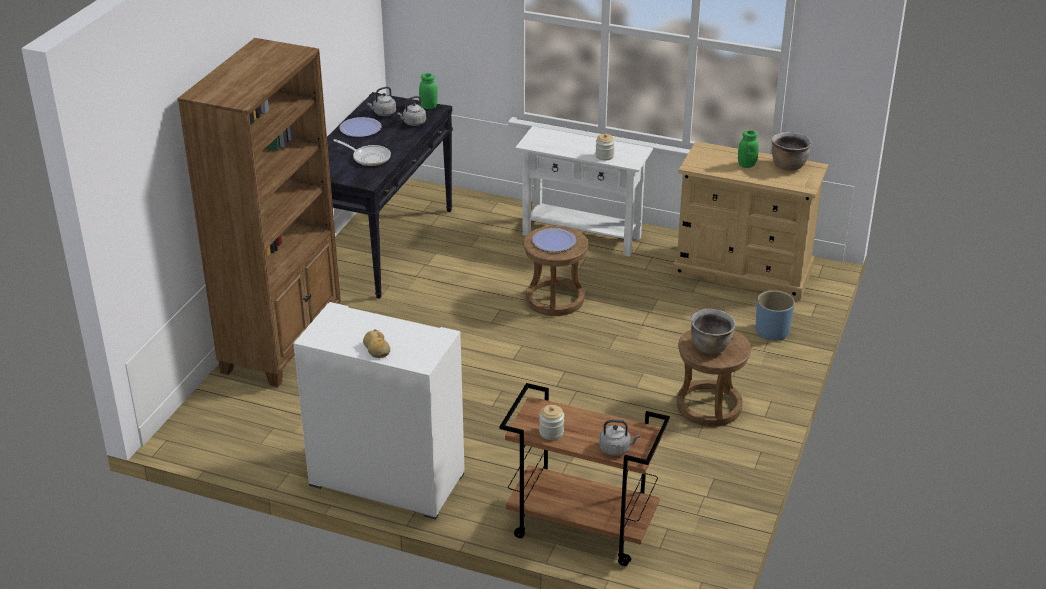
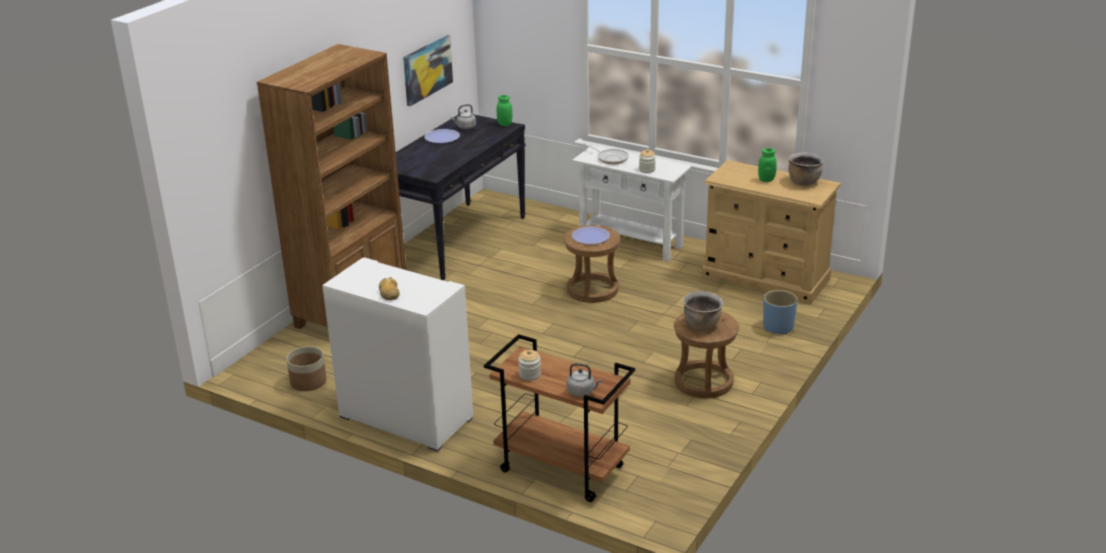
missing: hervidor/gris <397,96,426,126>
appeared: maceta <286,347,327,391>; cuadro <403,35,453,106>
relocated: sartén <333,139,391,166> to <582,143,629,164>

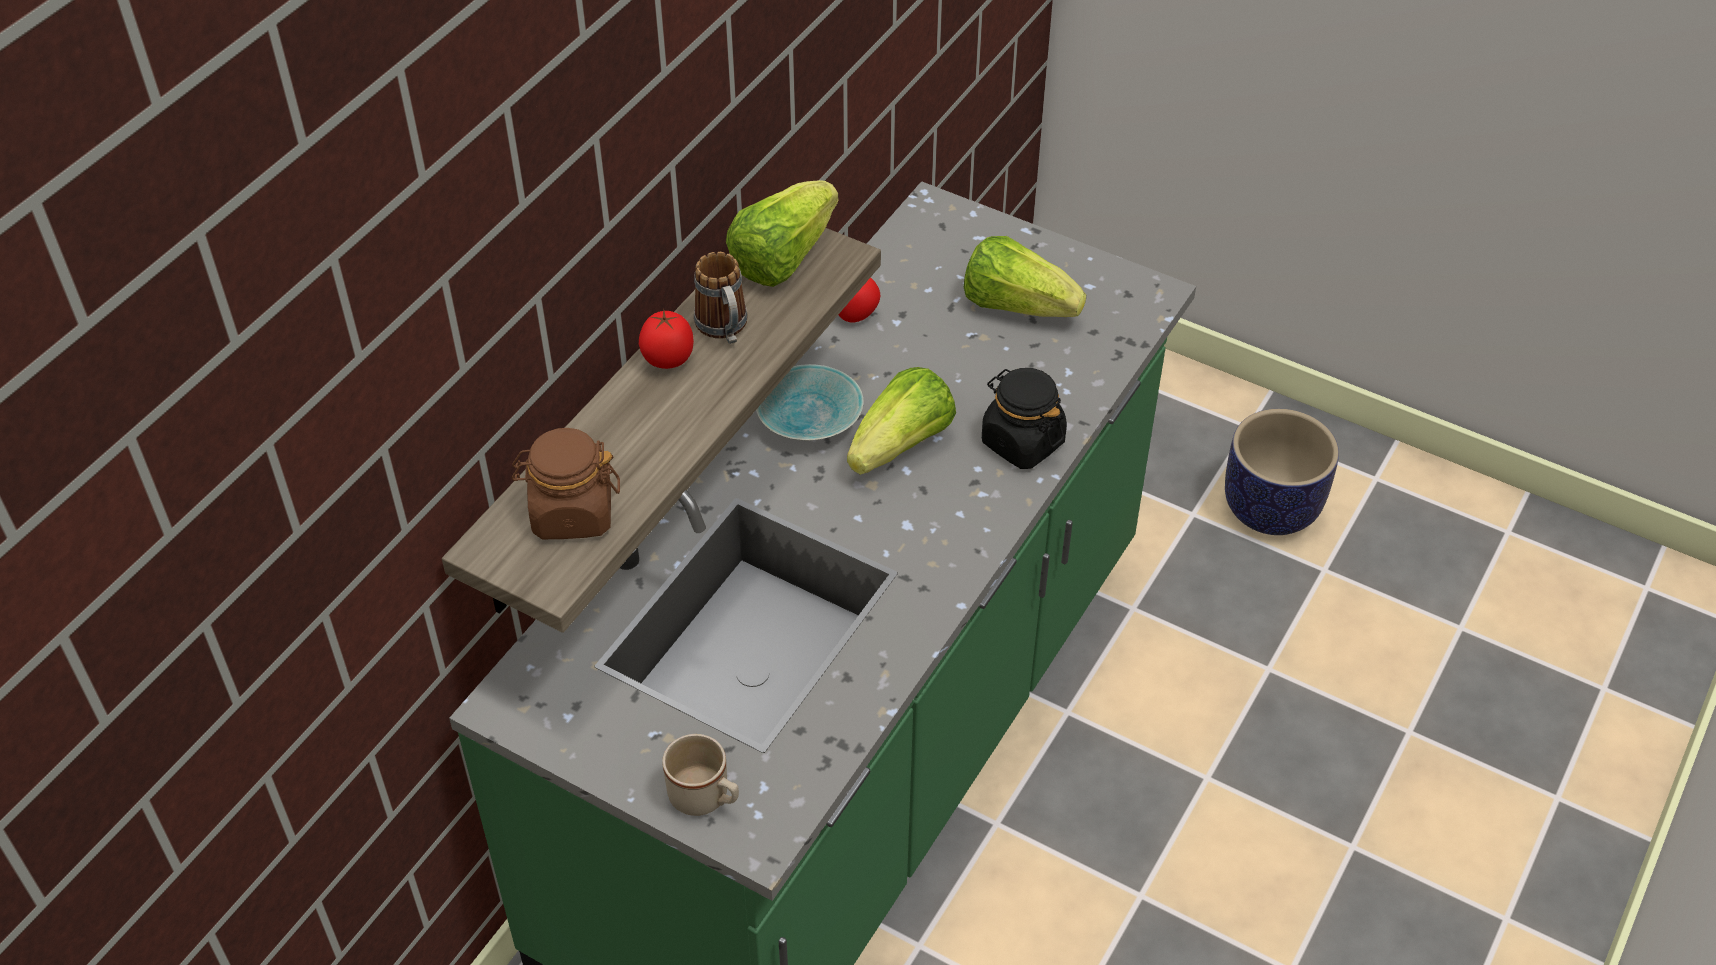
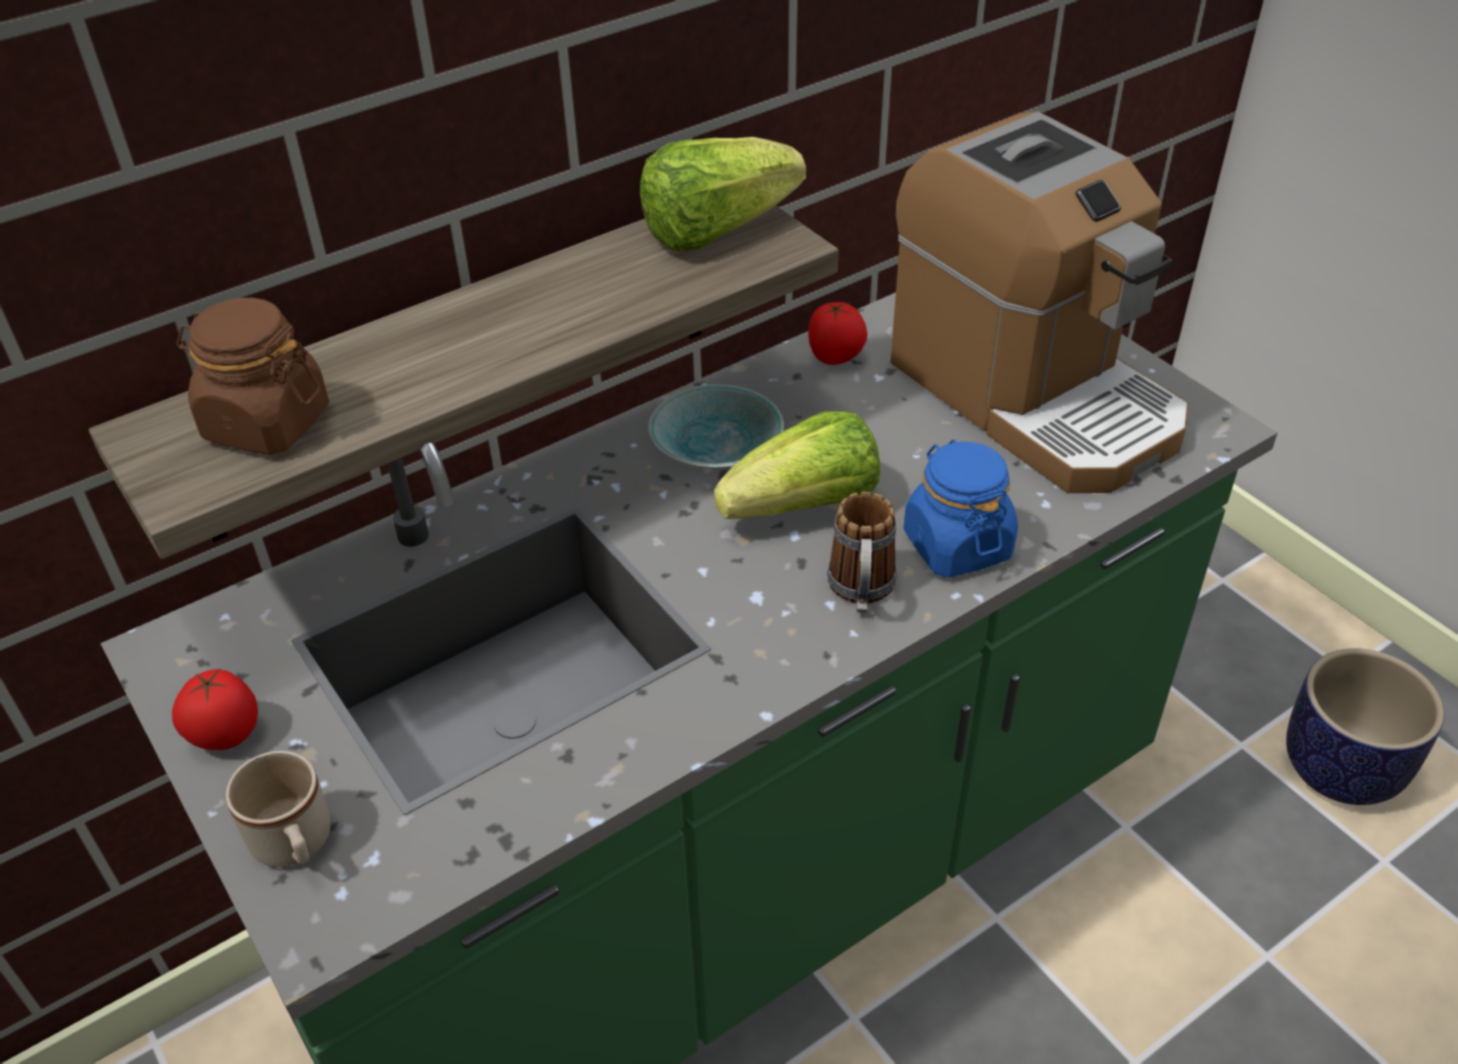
relocated: tomate <639,309,694,369> to <172,669,258,750>; taza grande <694,252,748,344> to <827,492,897,613>
exchanged: lechuga <964,236,1086,317> to cafetera <890,112,1189,493>
colour: tarro/negro <982,368,1067,469> to tarro/azul <904,439,1018,578>

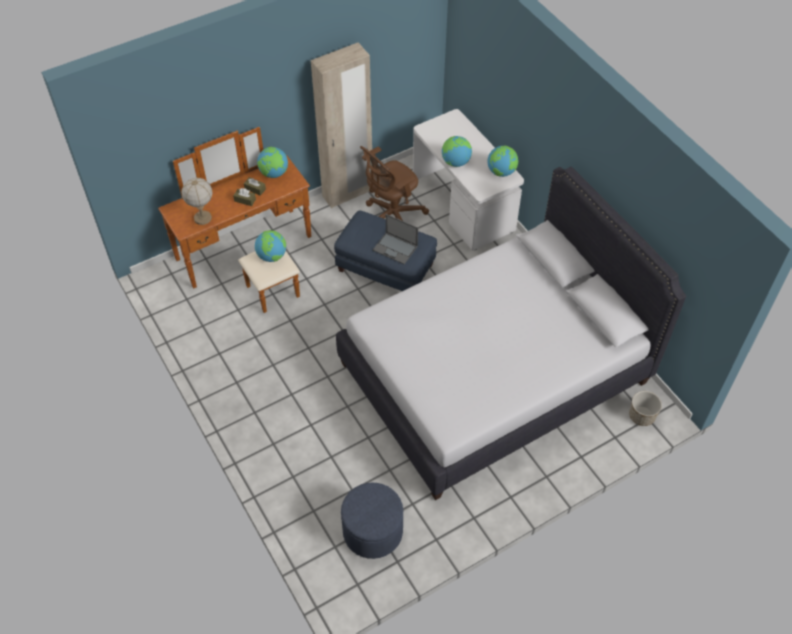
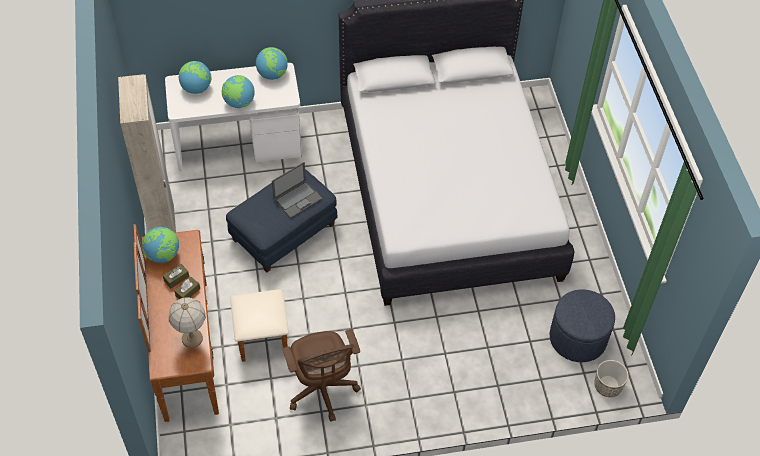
relocated: globo terráqueo <255,230,286,262> to <179,61,211,94>; silla de oficina/marrón <360,146,429,221> to <283,329,361,422>; maceta <629,391,662,426> to <594,360,629,397>

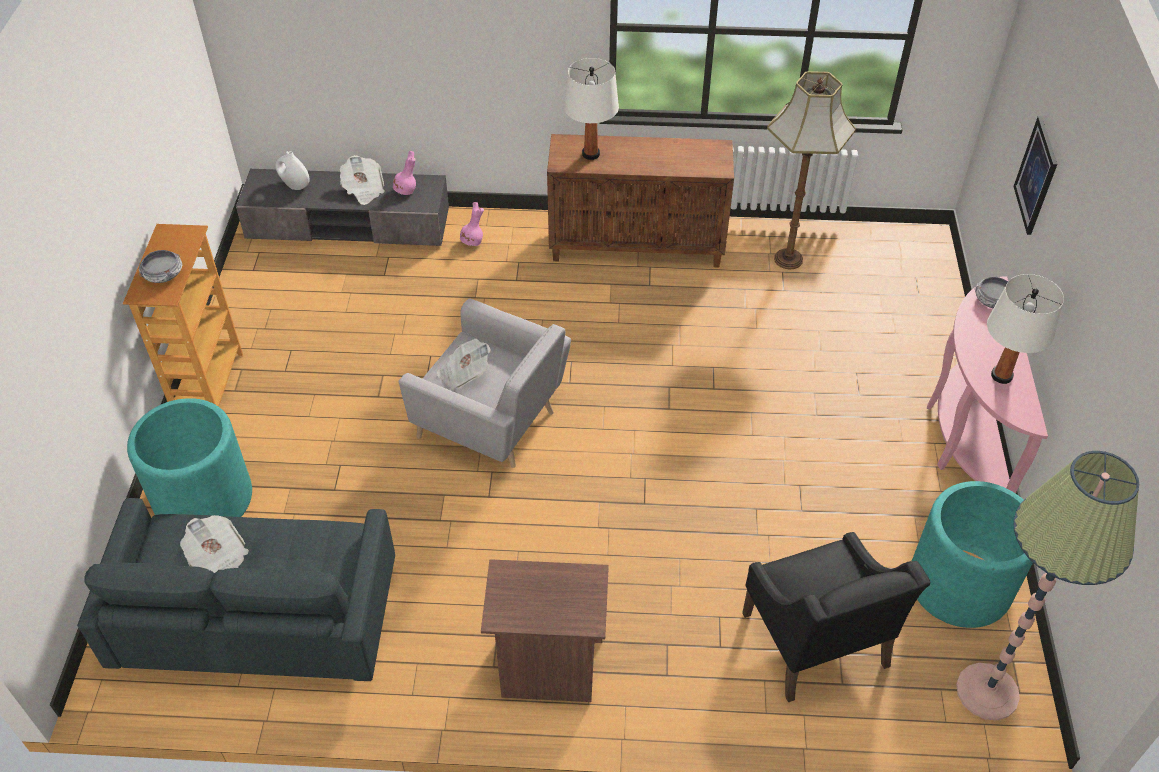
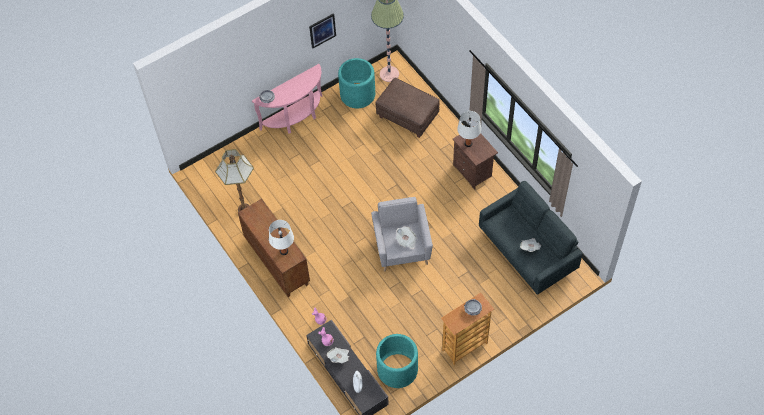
relocated: maceta/turquesa <127,398,252,517> to <376,334,418,388>; lámpara de mesa/blanco <987,274,1064,384> to <457,111,481,147>; cuadro <1013,116,1057,235> to <309,13,336,49>
exchanged: sillón/negro <742,532,930,702> to puf/marrón <376,77,440,138>

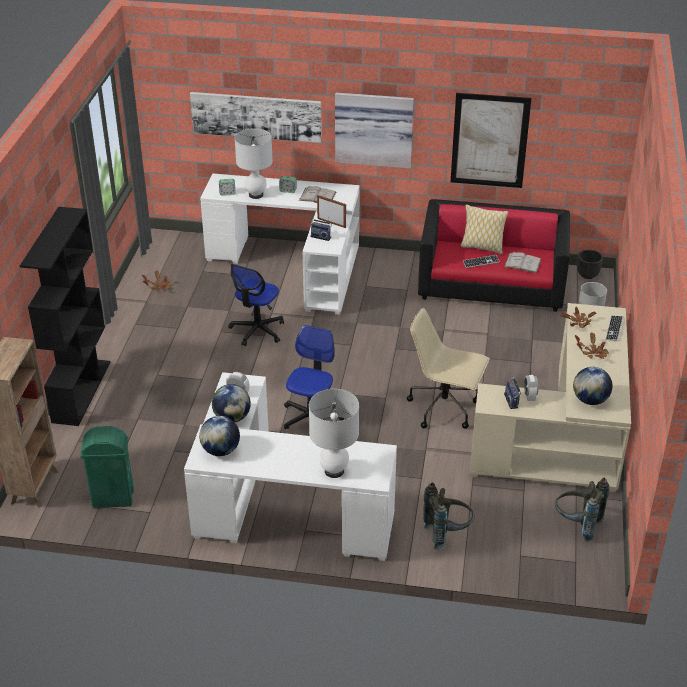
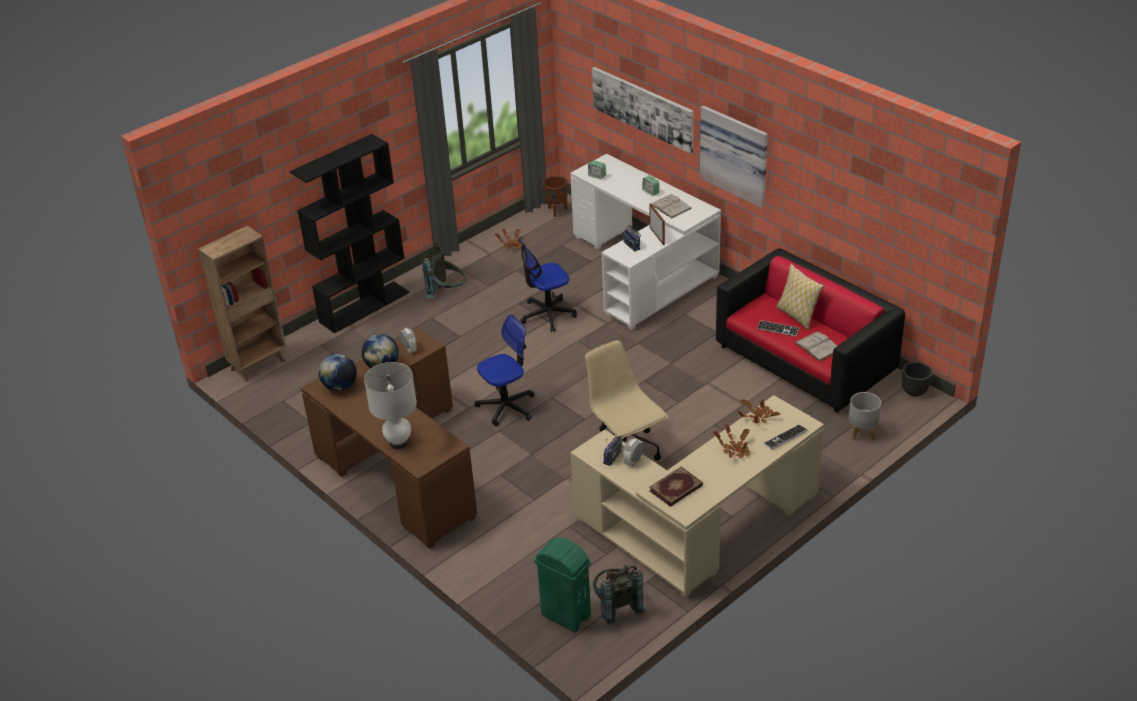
missing: lámpara de mesa/blanco <235,128,273,199>; cuadro <451,93,531,188>
appeared: maceta/marrón <543,176,567,217>
relocated: papelera/verde <80,426,134,508> to <534,537,591,632>; mochila/gris <423,482,474,550> to <422,243,466,298>
exchanged: globo terráqueo <573,367,612,405> to libro <649,467,703,507>
colour: escritorio/blanco <184,372,397,561> to escritorio/marrón <301,328,477,549>

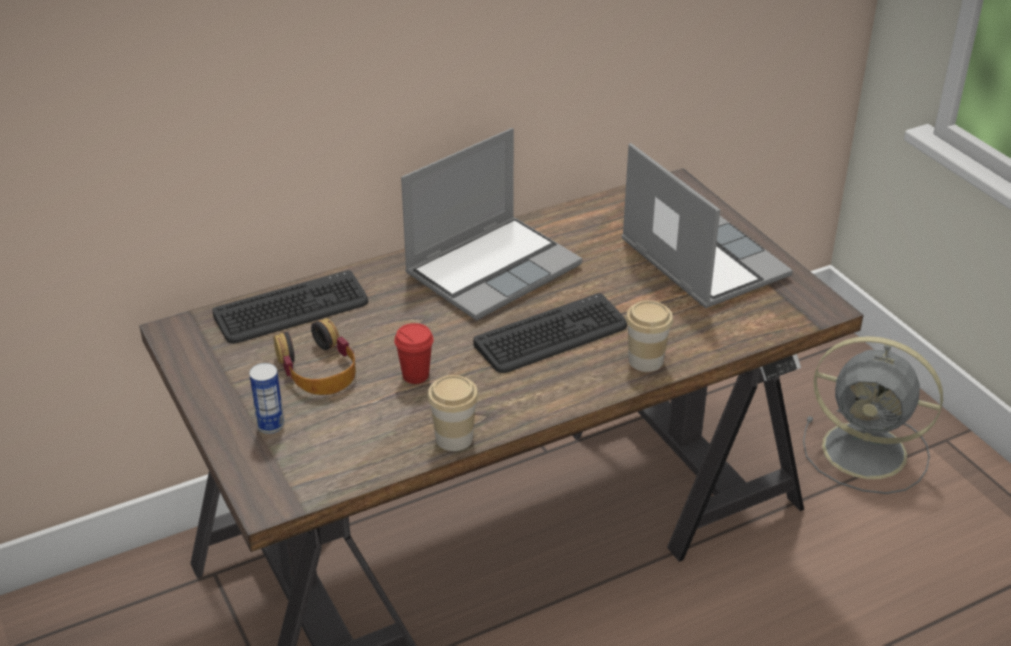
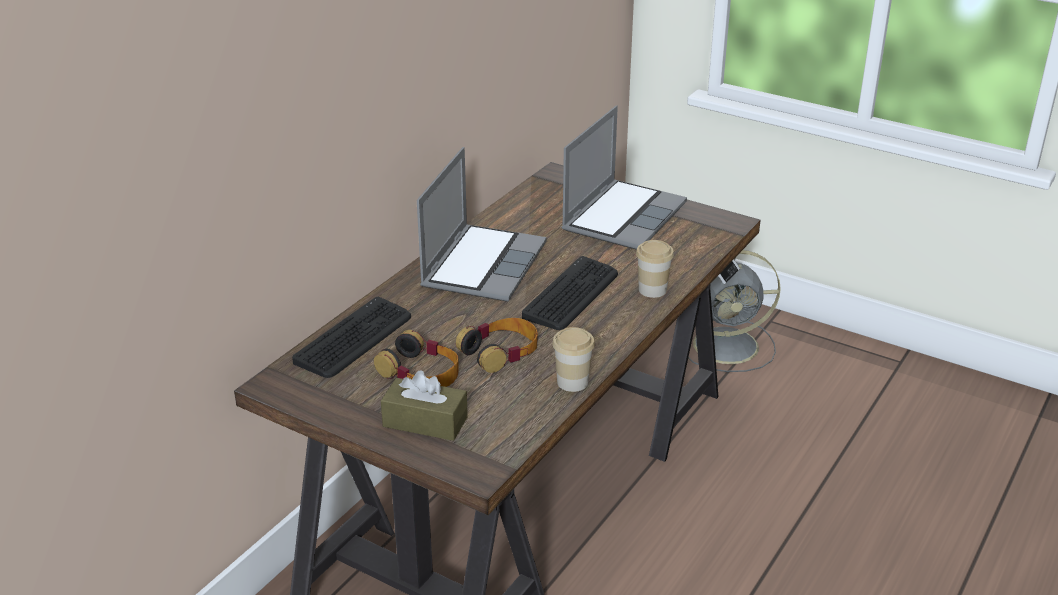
exchanged: lata <249,363,284,434> to caja de pañuelos/marrón <381,370,468,441>; taza/rojo <394,323,434,384> to auriculares <456,318,538,373>
spun: portátil <622,143,793,308> = <562,106,687,250> 90 degrees clockwise

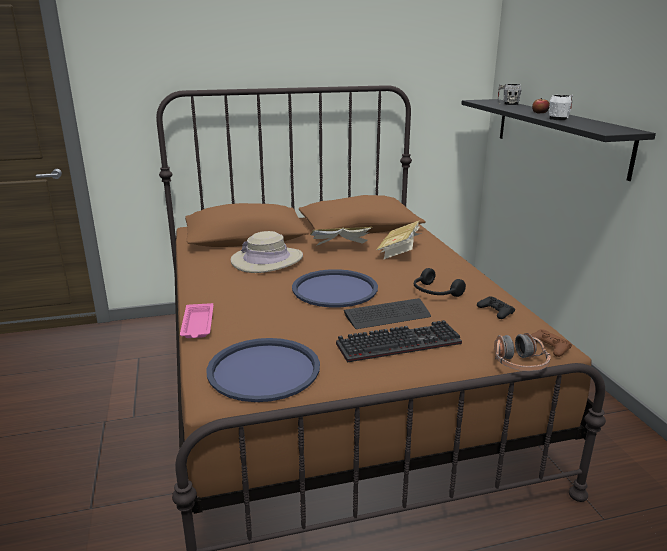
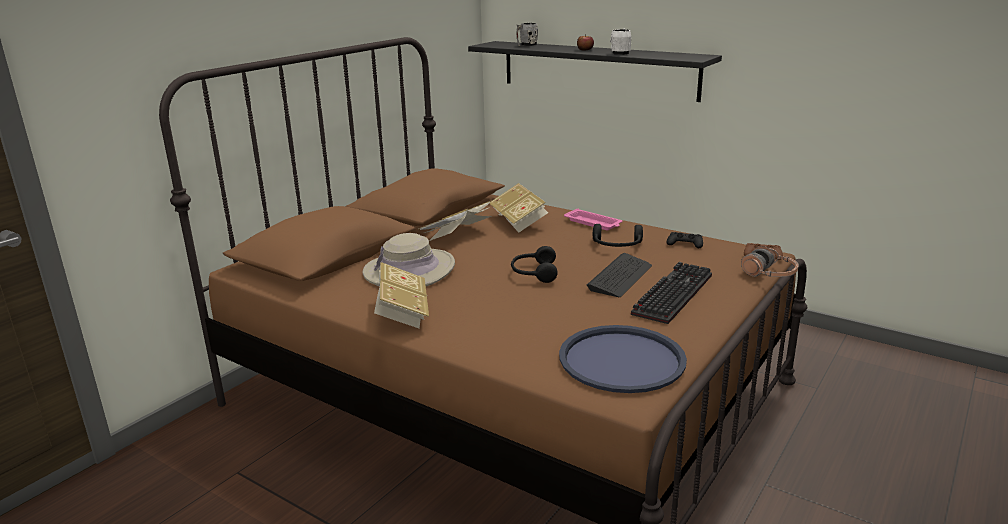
appeared: libro <374,262,429,328>
relocated: bandeja/rosa <180,303,214,338> to <564,209,622,230>
exchanged: bandeja/azul <292,269,378,308> to auriculares/negro <511,246,557,283>

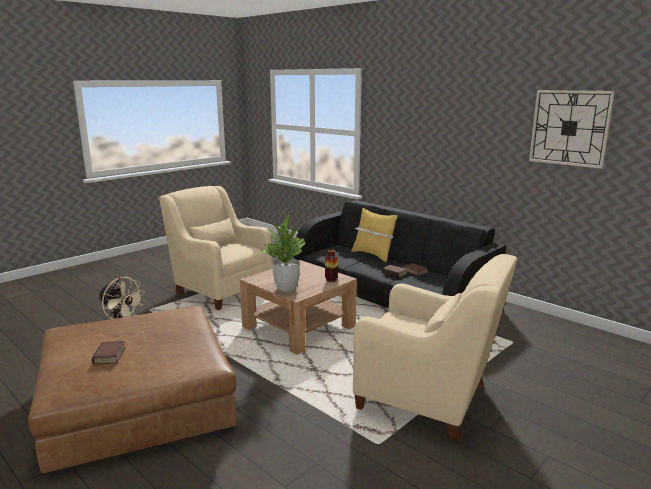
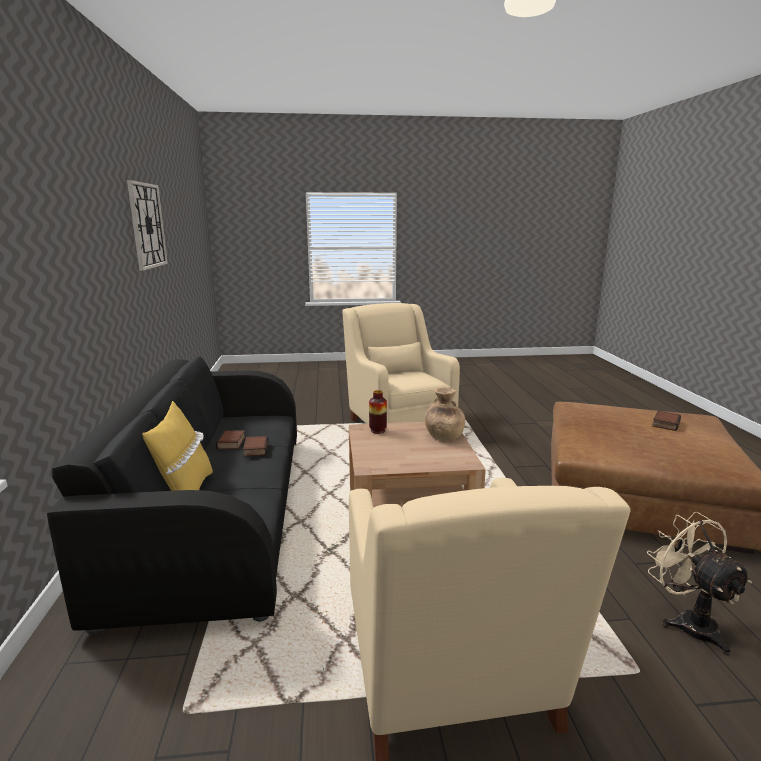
exchanged: planta en maceta <259,215,305,292> to florero/marrón <425,388,465,440>

